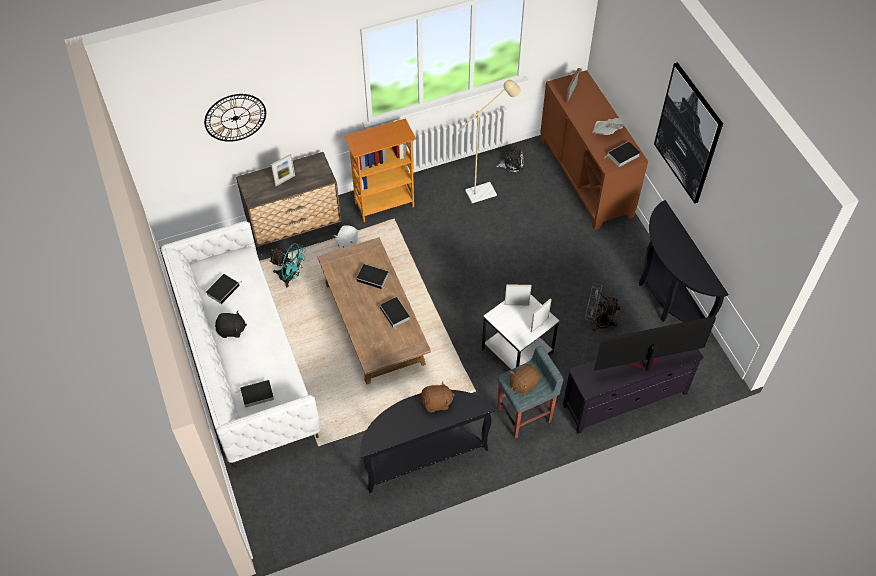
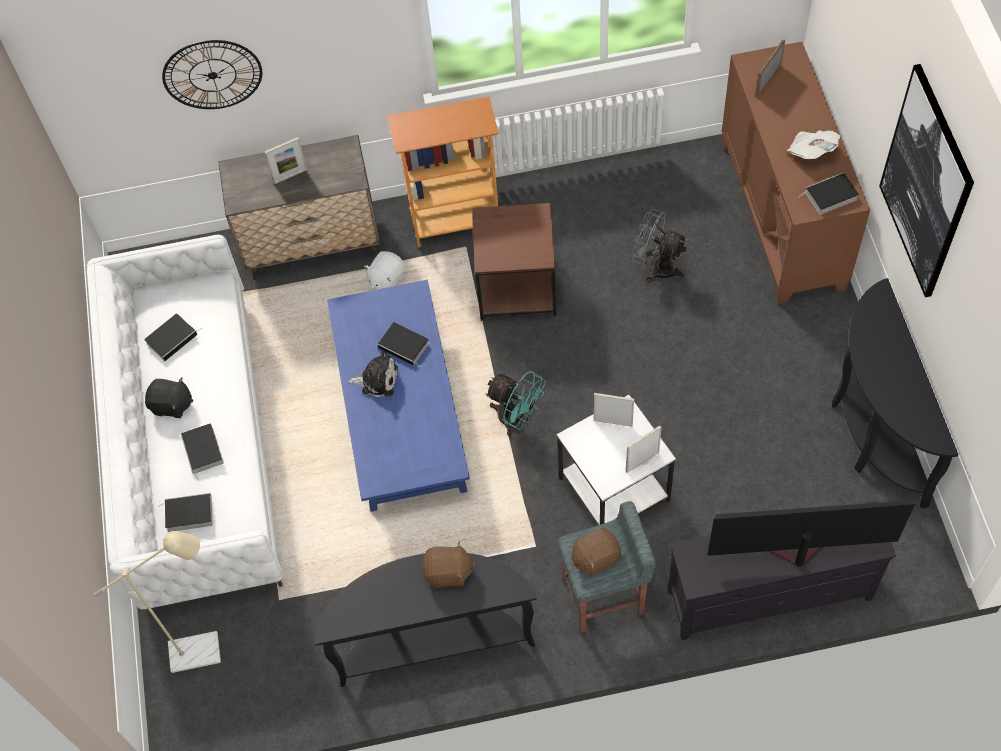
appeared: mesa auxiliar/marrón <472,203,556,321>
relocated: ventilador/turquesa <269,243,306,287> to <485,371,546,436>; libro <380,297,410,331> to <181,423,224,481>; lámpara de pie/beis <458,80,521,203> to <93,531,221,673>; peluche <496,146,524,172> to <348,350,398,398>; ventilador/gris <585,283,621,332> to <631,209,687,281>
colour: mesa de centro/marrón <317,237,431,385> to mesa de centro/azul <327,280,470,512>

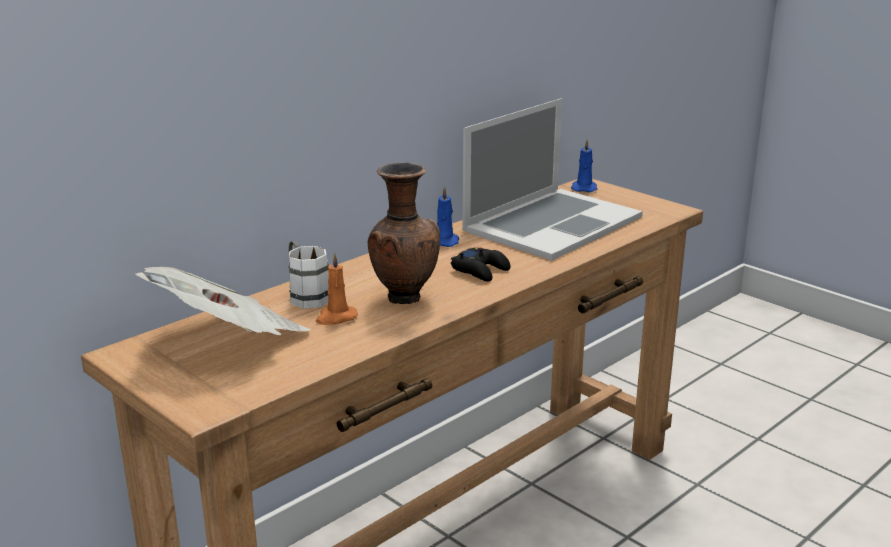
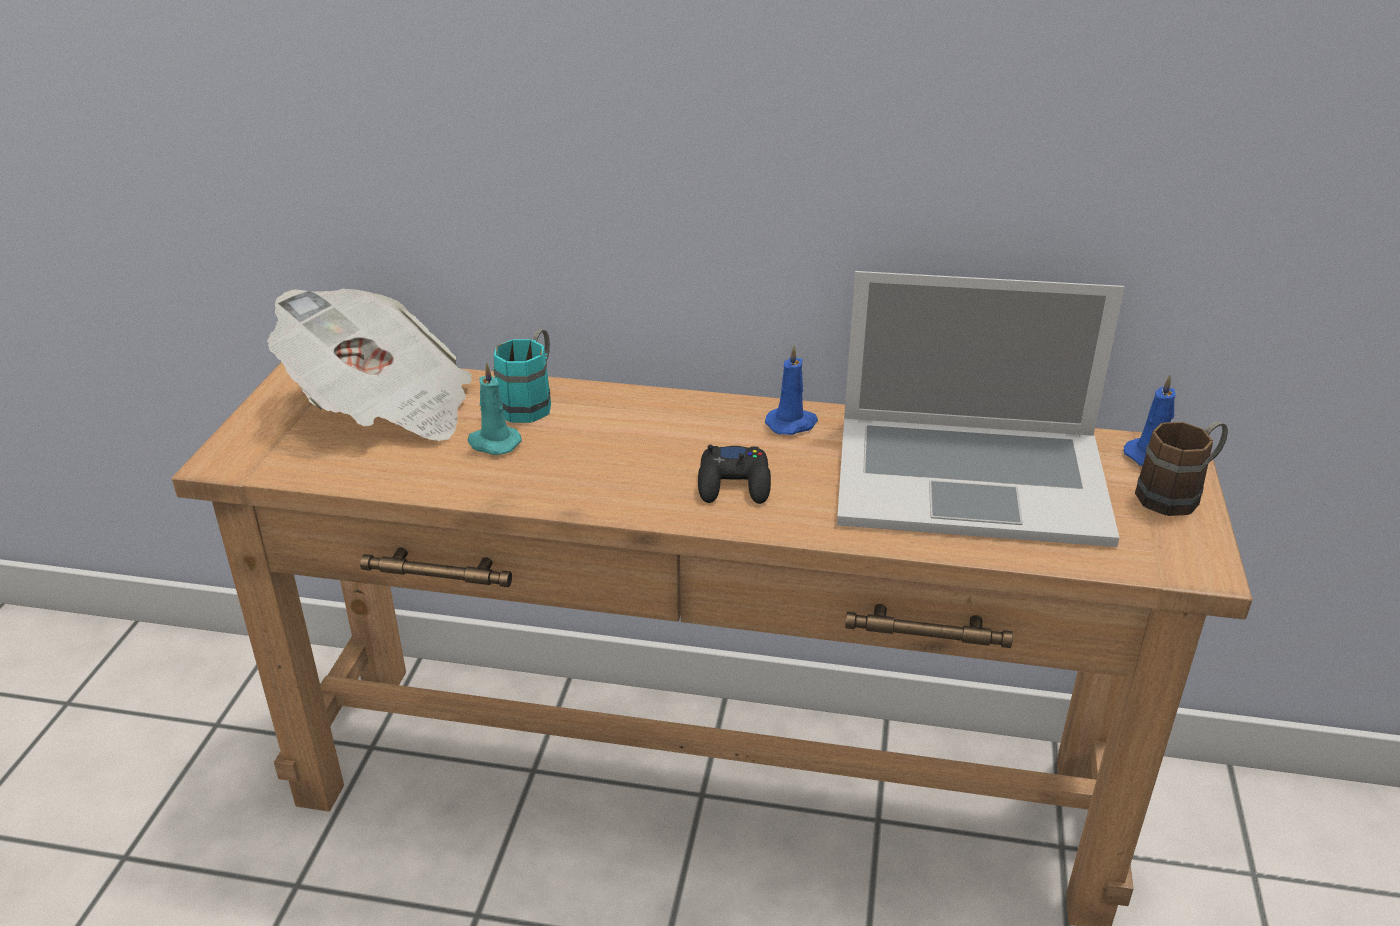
missing: florero/marrón <368,163,440,304>
appeared: taza grande/marrón <1135,421,1228,516>
colour: taza grande/blanco <288,241,328,309> to taza grande/turquesa <493,329,551,423>; vela/naranja <316,253,358,325> to vela/turquesa <468,362,522,455>

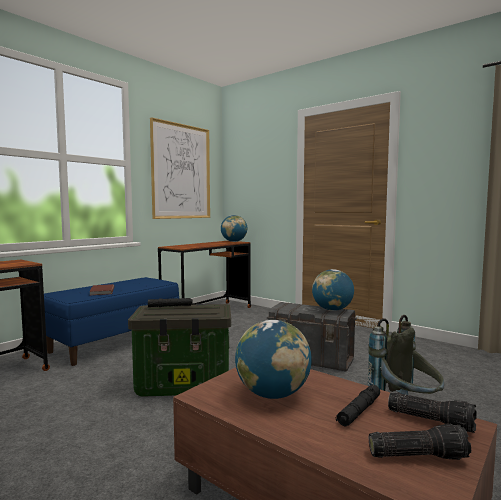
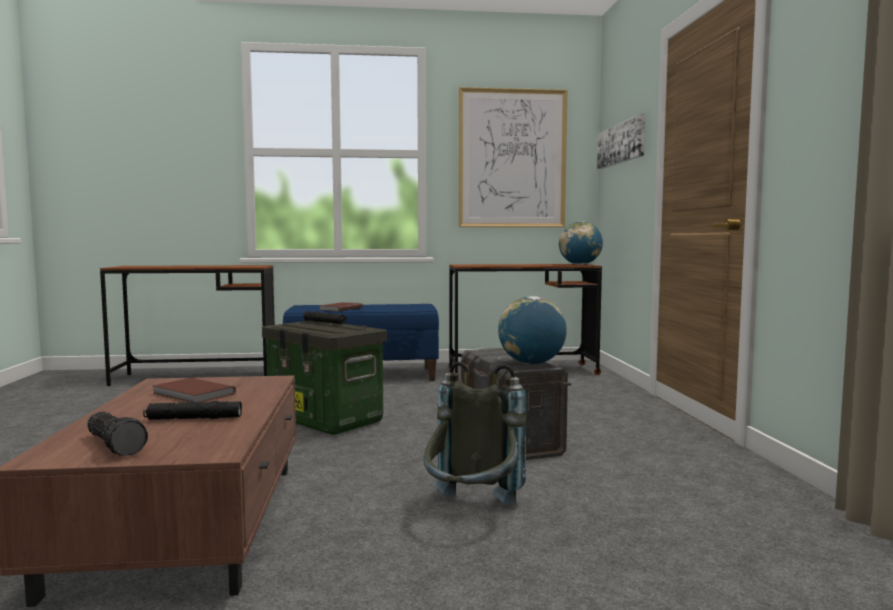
missing: linterna <388,392,477,433>
appeared: cuadro <597,113,645,169>
exchanged: globo terráqueo <235,320,312,399> to libro/marrón <152,378,236,403>

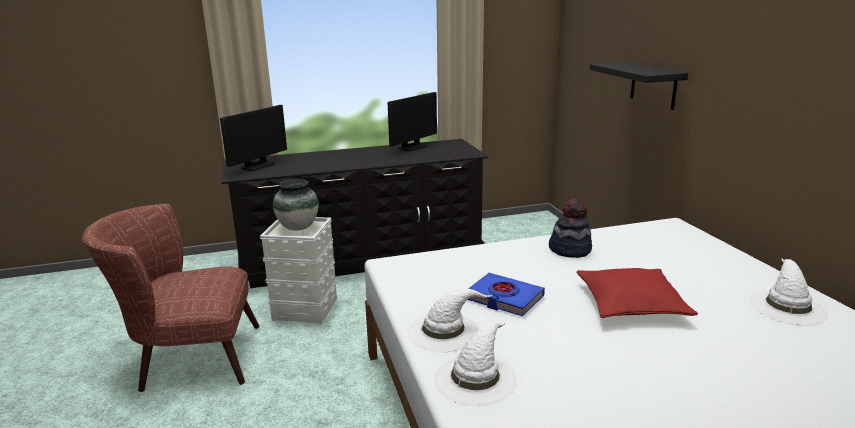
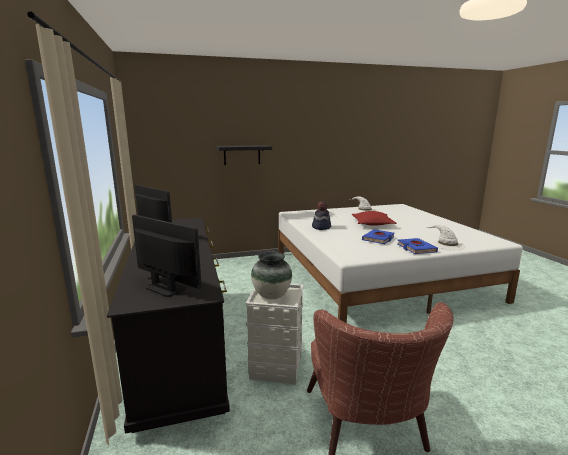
exchanged: sombrero/blanco <407,288,492,352> to libro/azul <397,238,438,254>

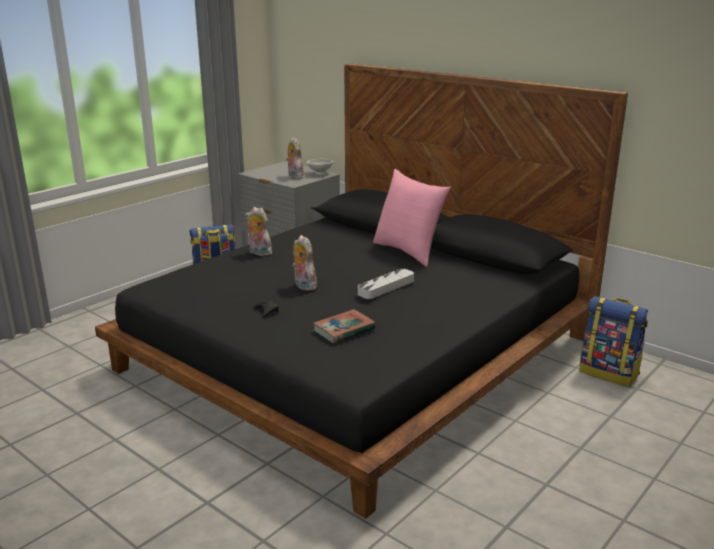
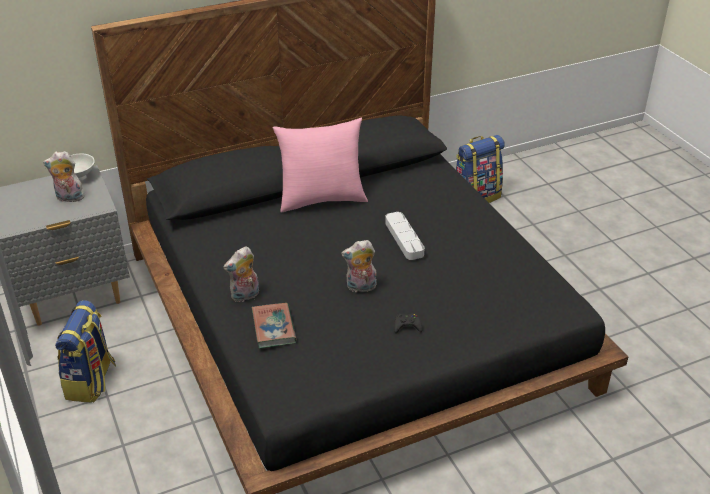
relocated: libro <313,309,376,343> to <252,303,297,348>

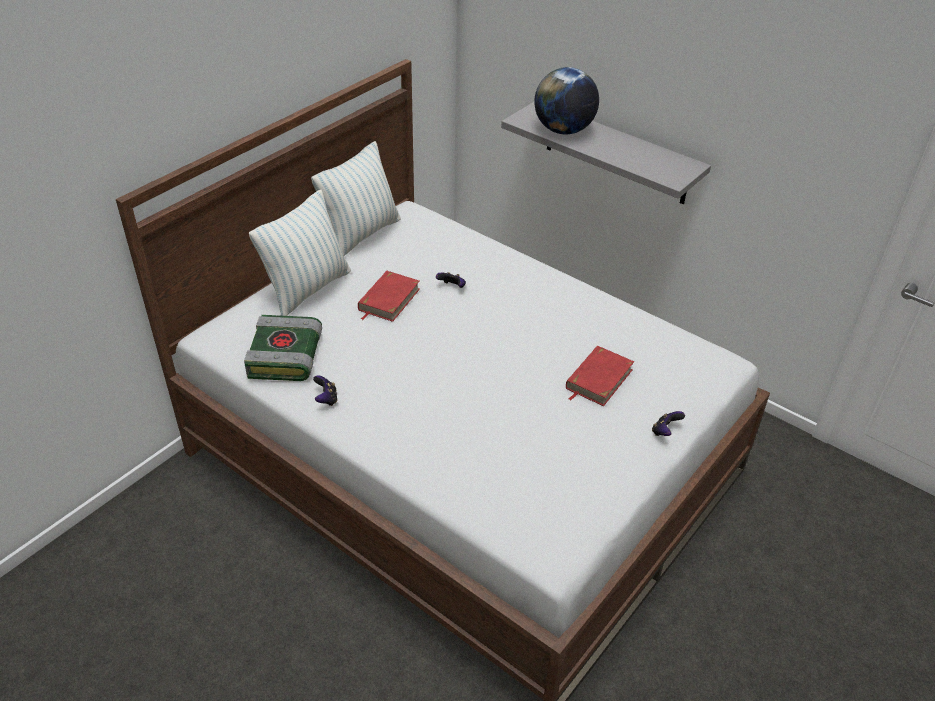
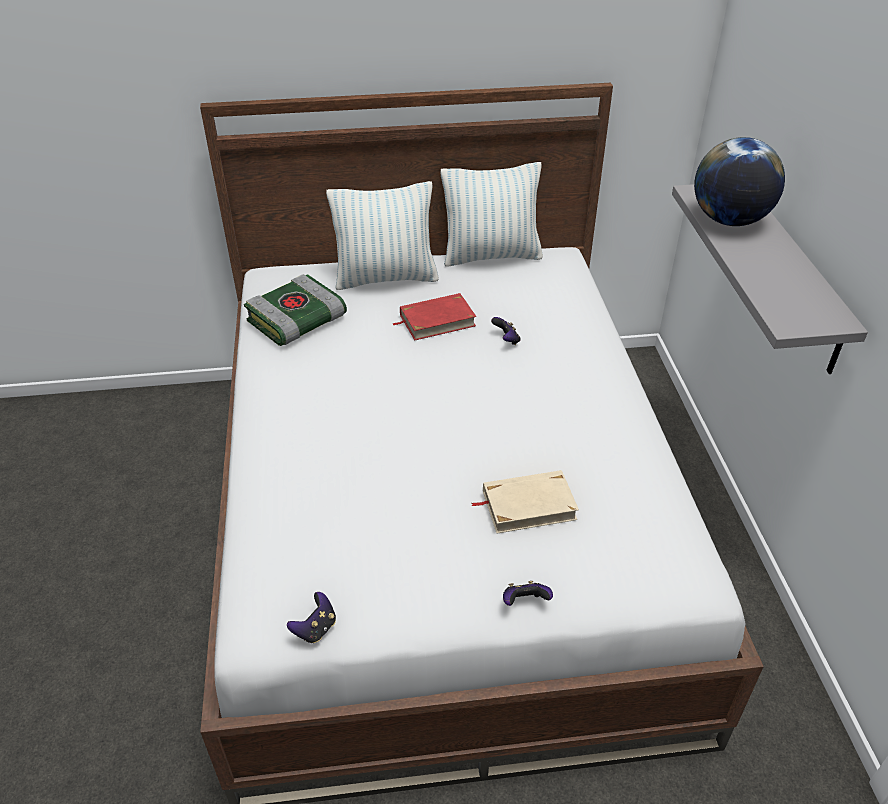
relocated: mando de consola <313,375,338,406> to <287,592,336,643>
colour: libro/rojo <566,346,634,406> to libro/beis <472,470,579,533>

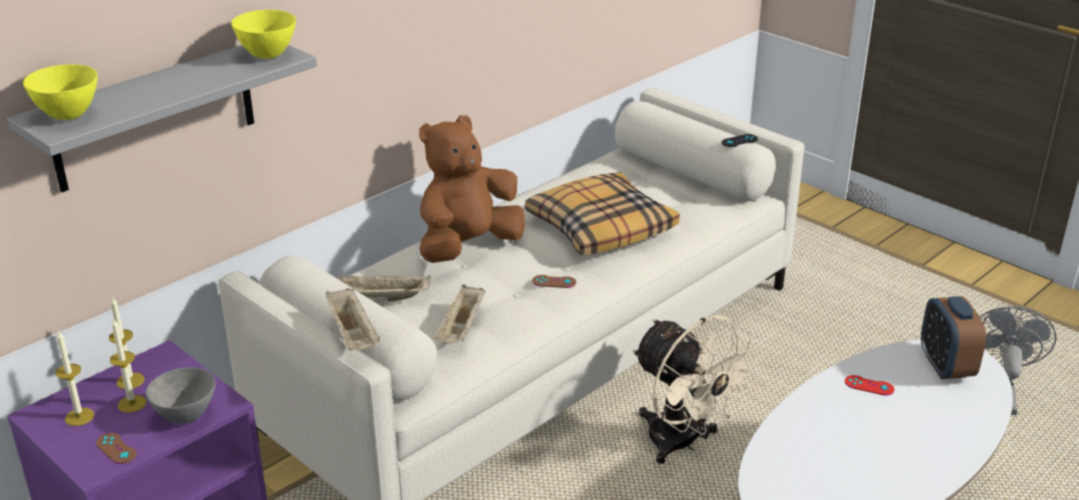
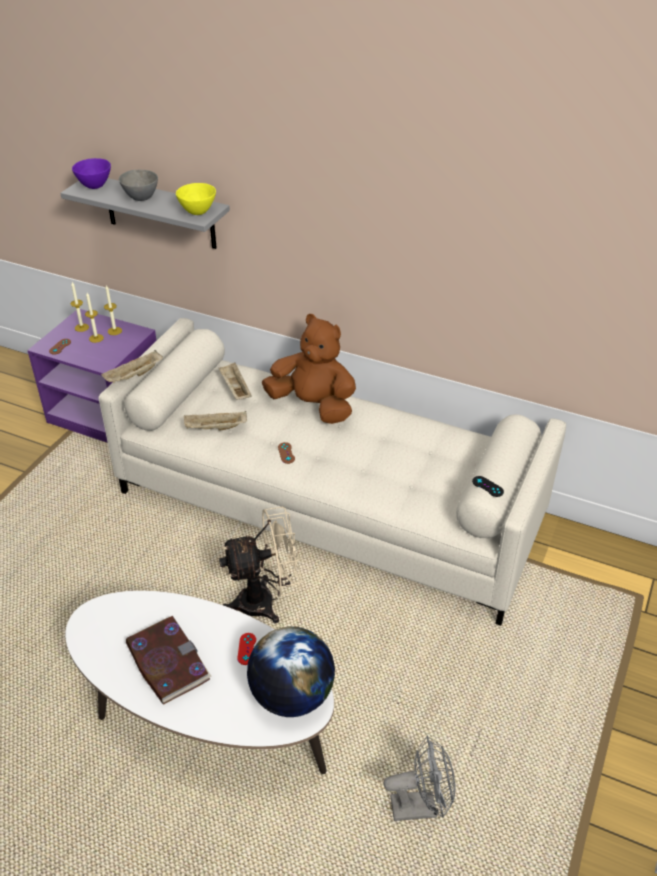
missing: cojín <525,172,680,255>
appeared: libro <126,616,211,704>
relocated: cuenco/gris <146,367,215,424> to <119,170,158,201>
exchanged: despertador <921,296,986,379> to globo terráqueo <247,627,335,717>
colour: cuenco/amarillo <23,64,98,120> to cuenco/morado <72,158,111,189>
spun: ventilador/beis <633,315,759,464> = <219,507,302,623> 135 degrees counterclockwise

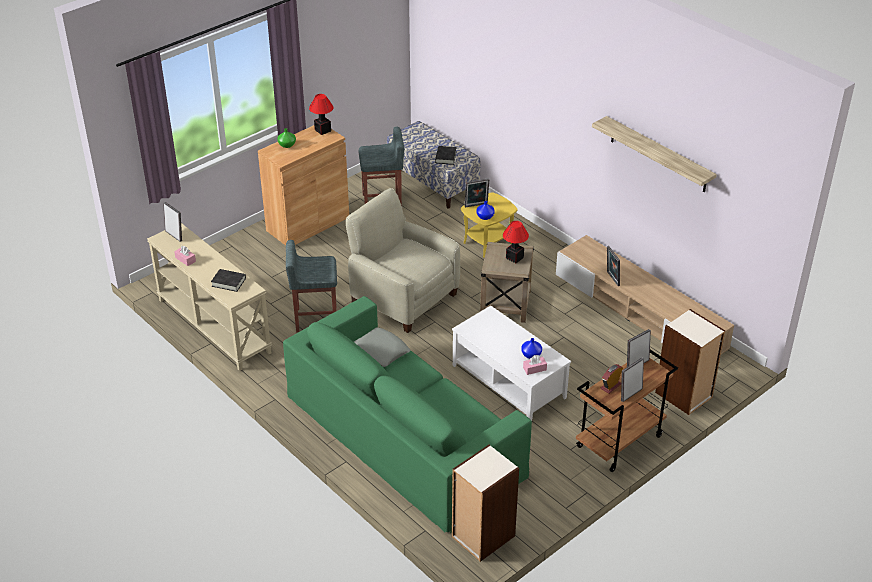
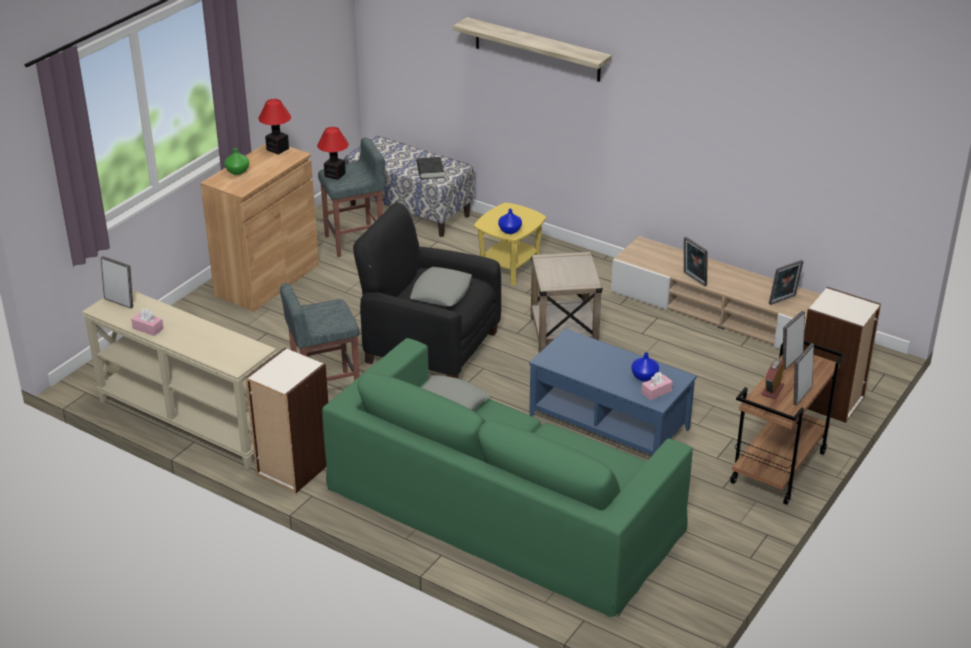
missing: libro/negro <211,269,246,292>
appeared: cojín/gris <410,267,472,306>
relocated: estantería <452,445,519,562> to <246,348,328,493>; portarretratos <465,178,489,207> to <769,260,804,305>; lámpara de mesa <503,221,529,263> to <317,127,349,180>; estante <592,116,717,192> to <453,17,612,82>
colour: sillón/beis <346,188,460,333> to sillón/negro <353,203,501,378>; mesa de centro/blanco <452,306,571,421> to mesa de centro/azul <529,329,697,455>

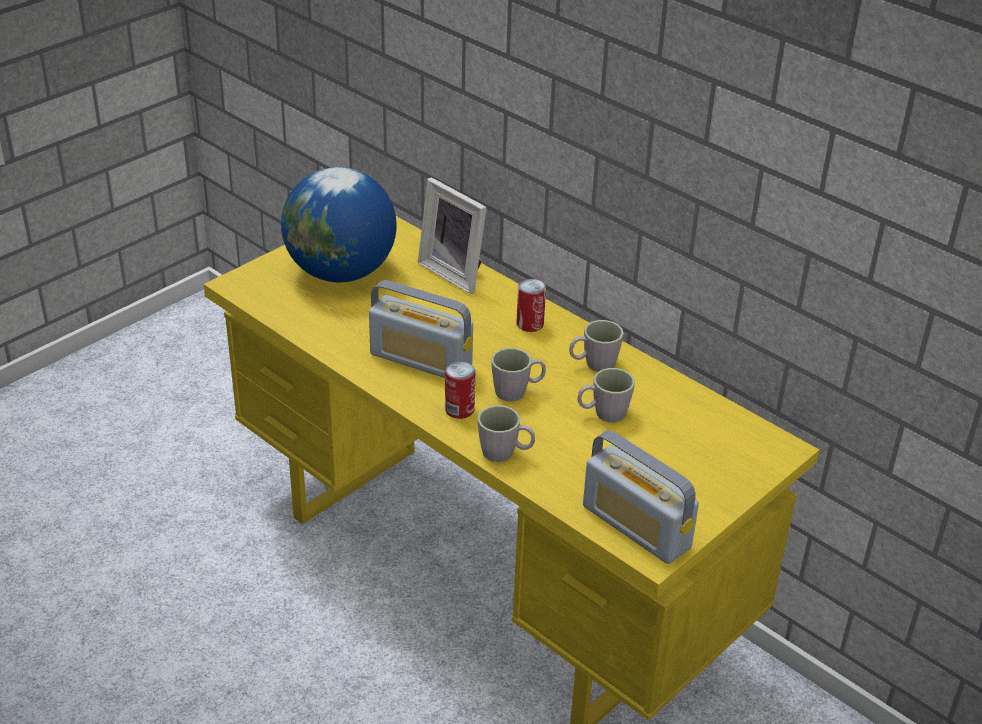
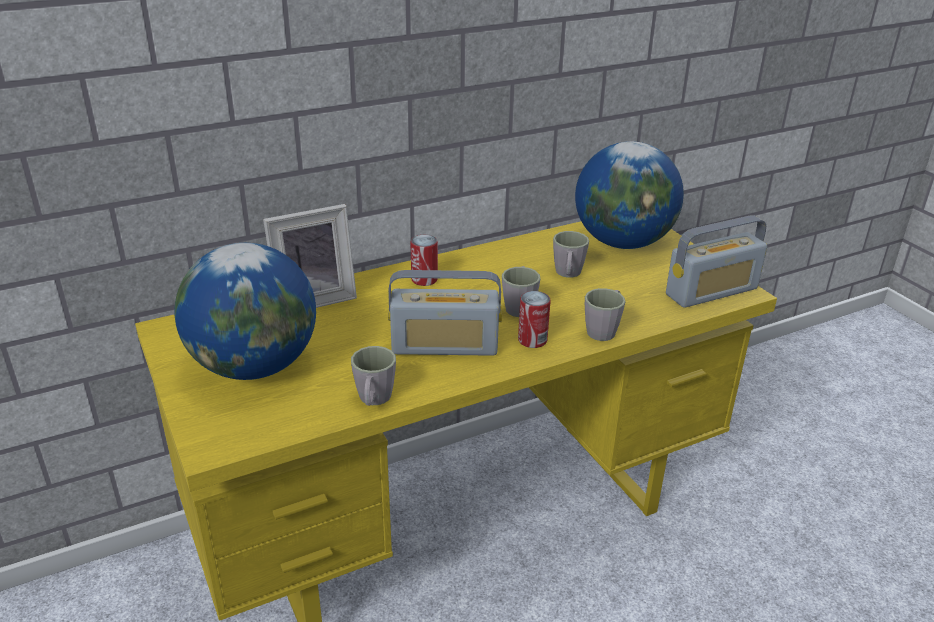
appeared: globo terráqueo <575,141,684,249>
relocated: taza grande/gris <569,320,624,372> to <351,346,396,406>
spun: radio <369,280,473,378> = <388,270,502,356> 45 degrees clockwise

